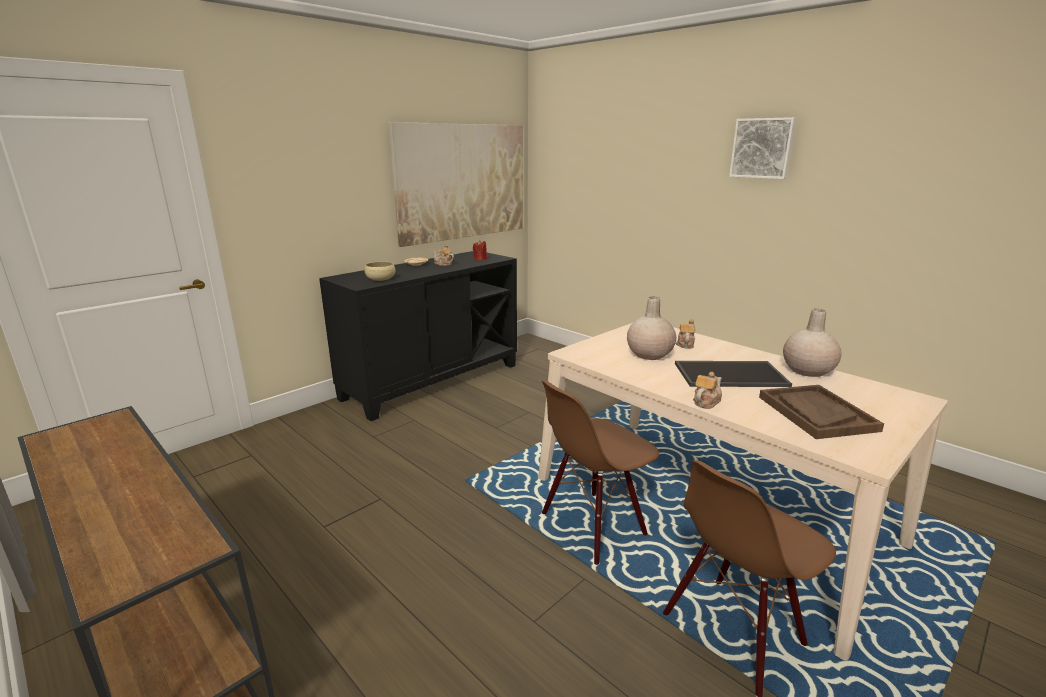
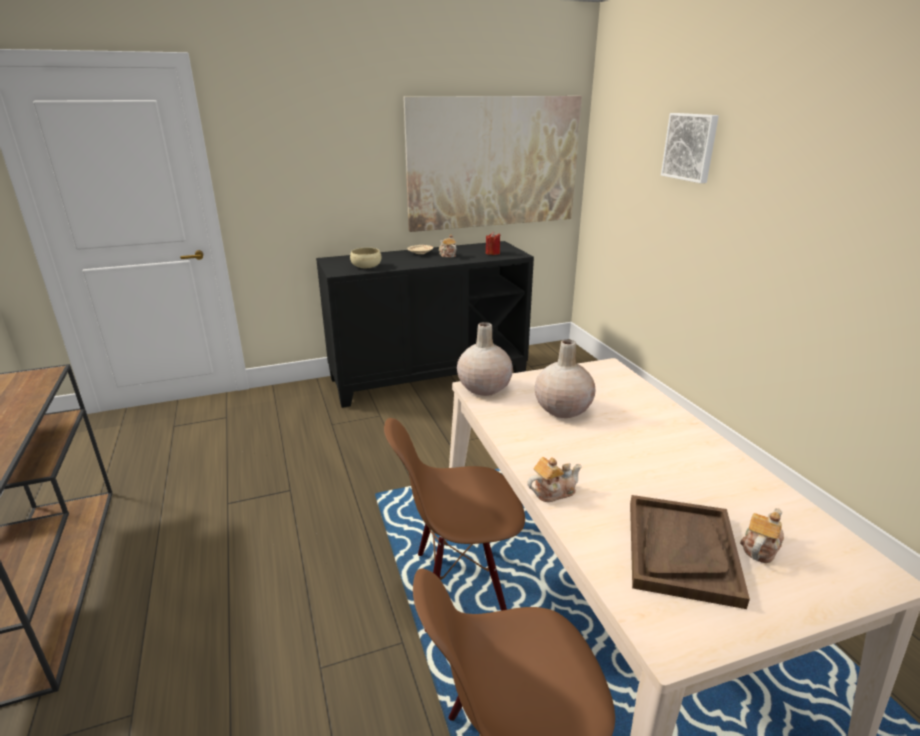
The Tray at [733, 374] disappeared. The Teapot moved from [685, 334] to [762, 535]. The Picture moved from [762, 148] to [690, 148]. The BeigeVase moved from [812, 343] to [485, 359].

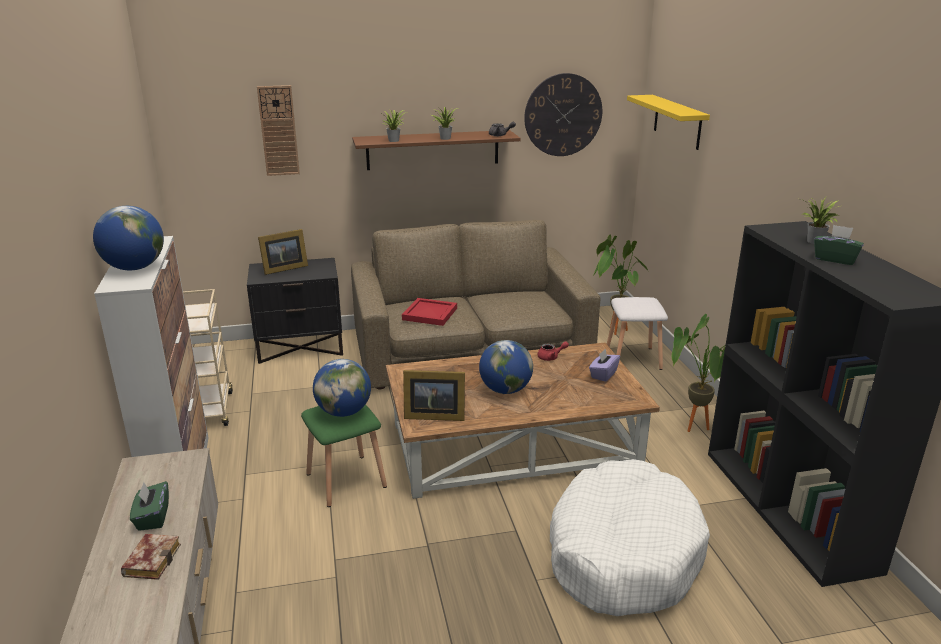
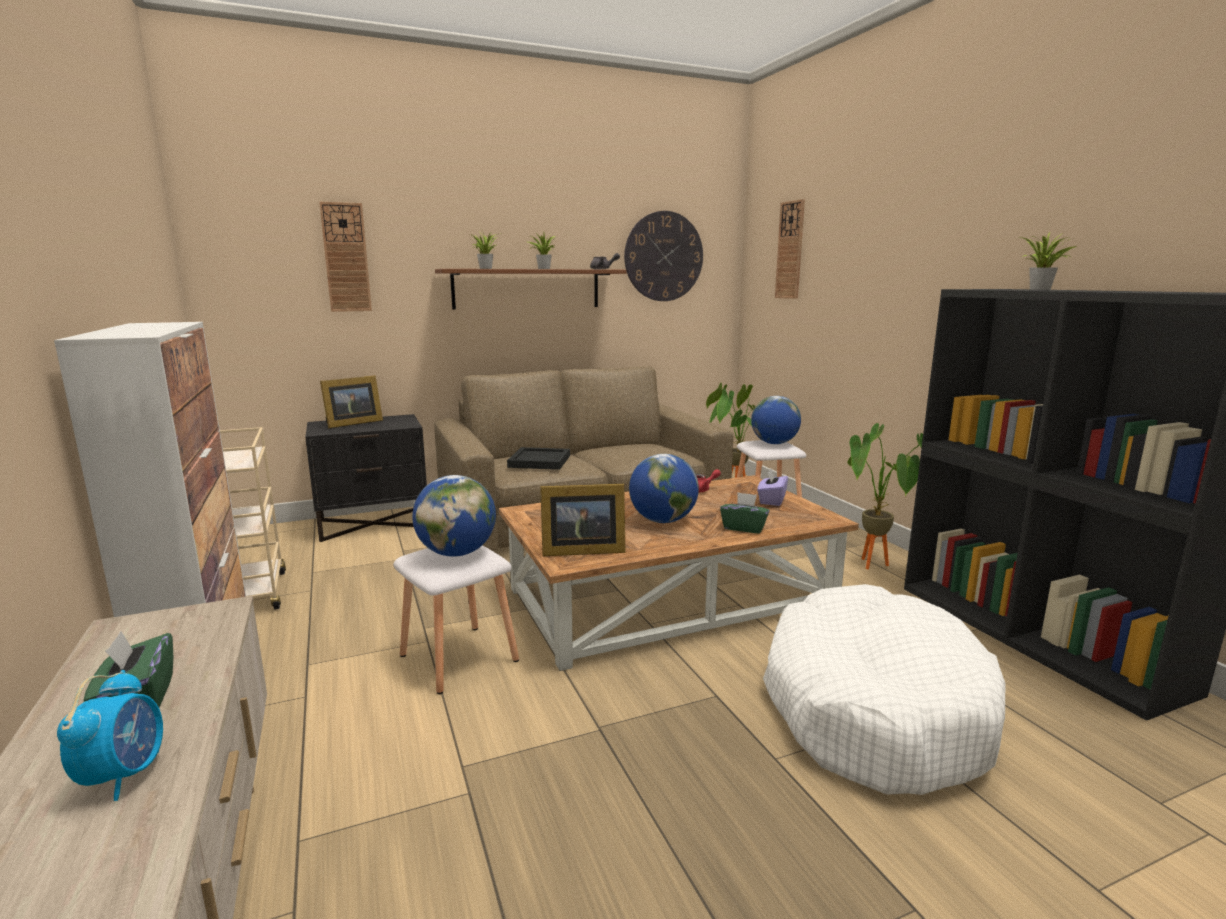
The Globe moved from [128, 238] to [776, 420]. The GreenTissueBox moved from [839, 245] to [745, 512]. The Book at [151, 557] was replaced by the AlarmClock at [110, 735]. The YellowShelf at [668, 122] was replaced by the WallClock at [790, 249]. The GreenStool at [344, 455] became the WhiteStool at [456, 619]. The RedTray at [429, 312] became the BlackTray at [538, 458].

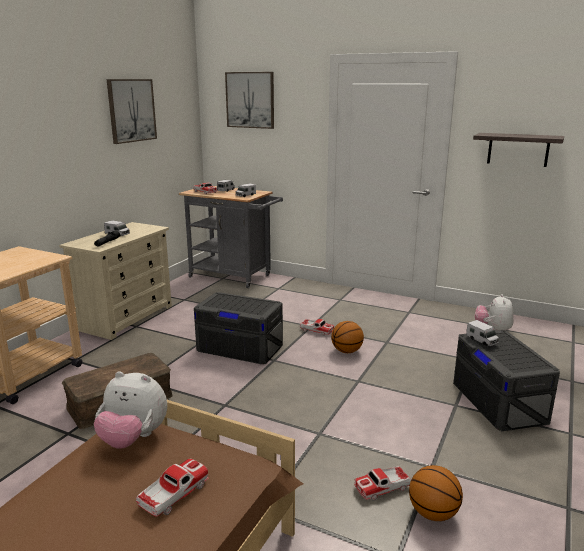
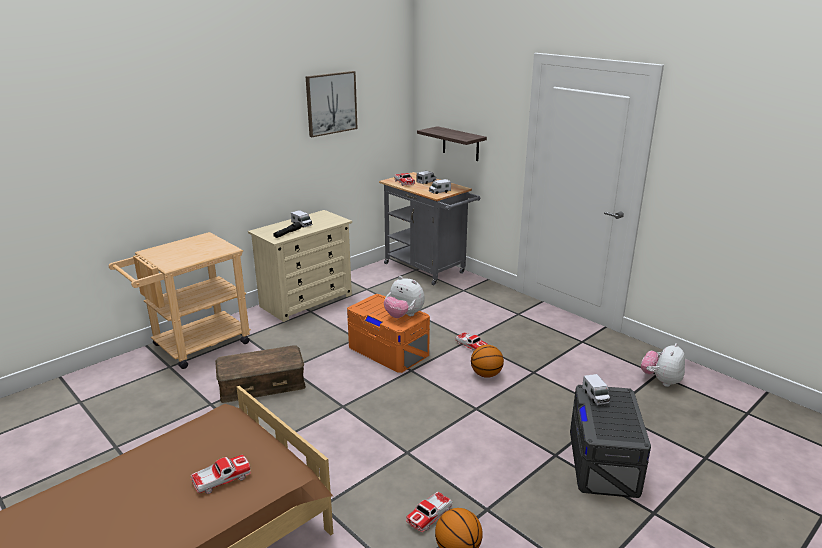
The Picture at [249, 100] disappeared. The PlushToy moved from [130, 410] to [404, 297]. The Shelf moved from [518, 150] to [452, 143]. The GreyStorageBox at [238, 328] became the OrangeStorageBox at [388, 333]. The ToyCar at [382, 483] turned 45 degrees counterclockwise.

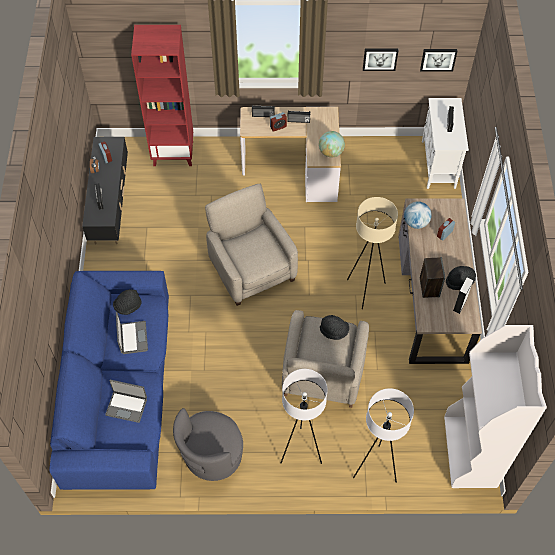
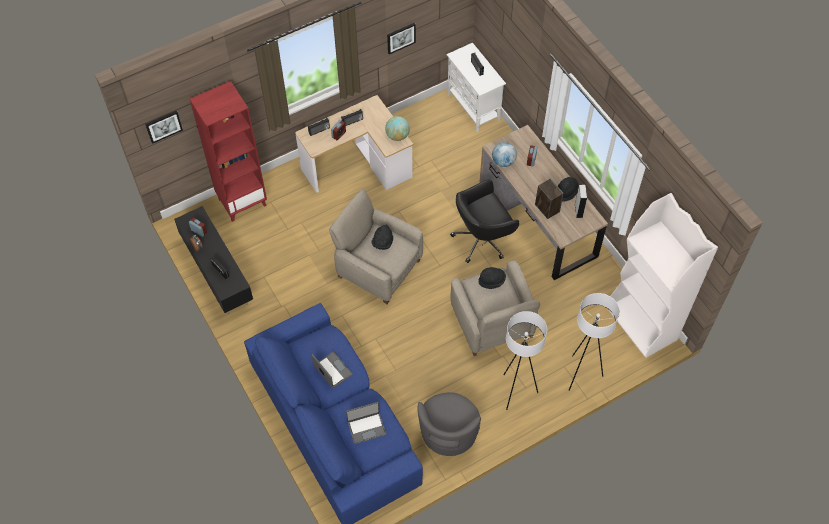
The BlackHat moved from [127, 302] to [382, 237]. The Picture moved from [439, 60] to [164, 127]. The BeigeFloorLamp at [372, 253] was replaced by the BlackOfficeChair at [484, 221].

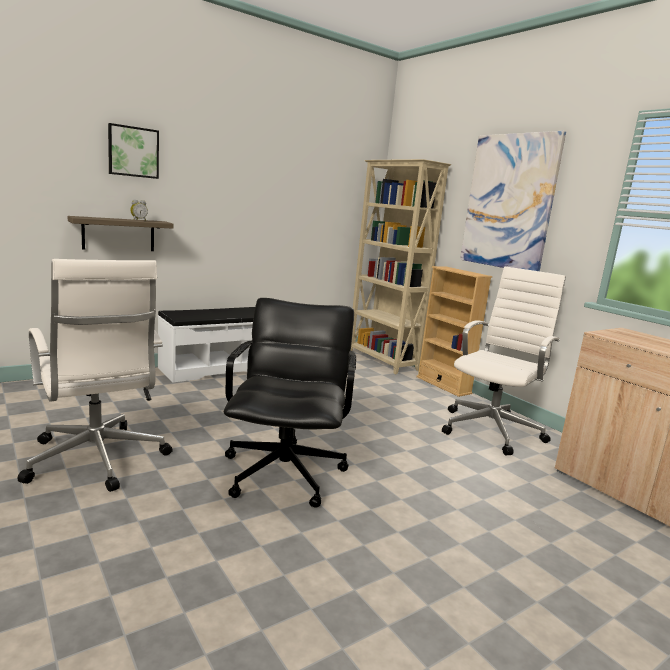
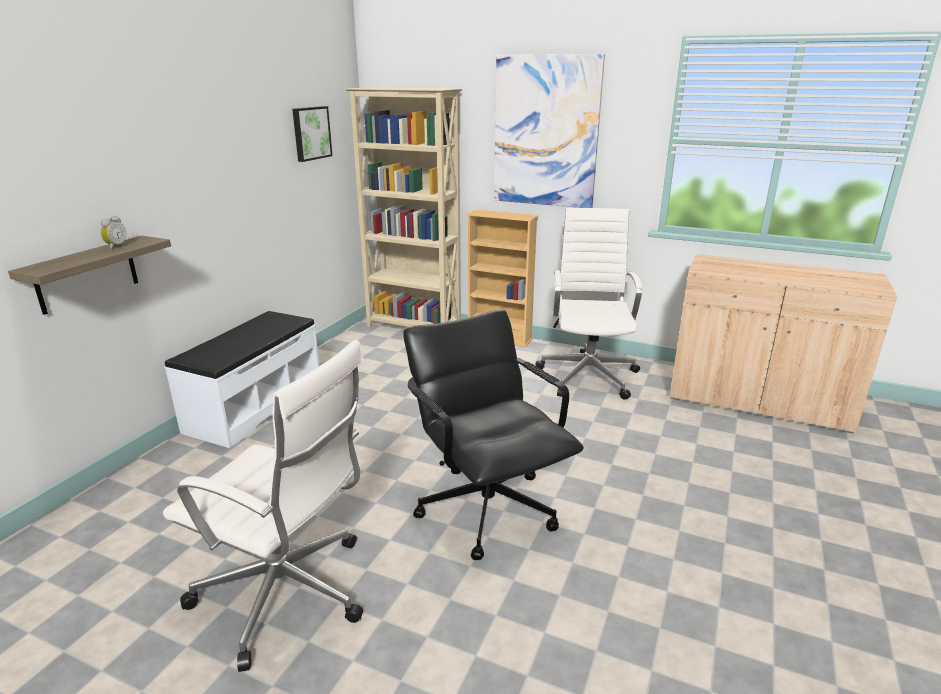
The Picture moved from [133, 151] to [312, 134].

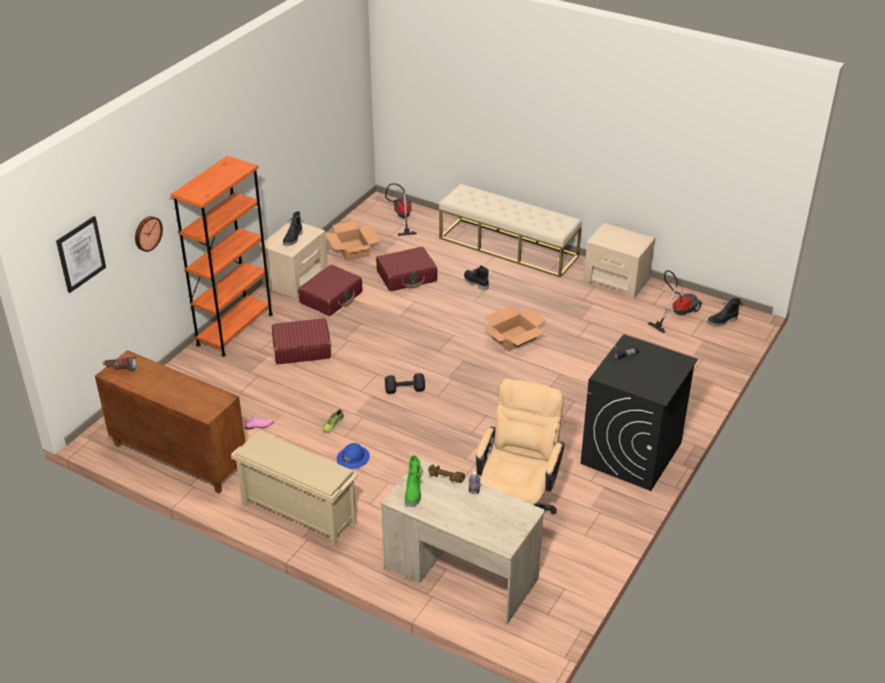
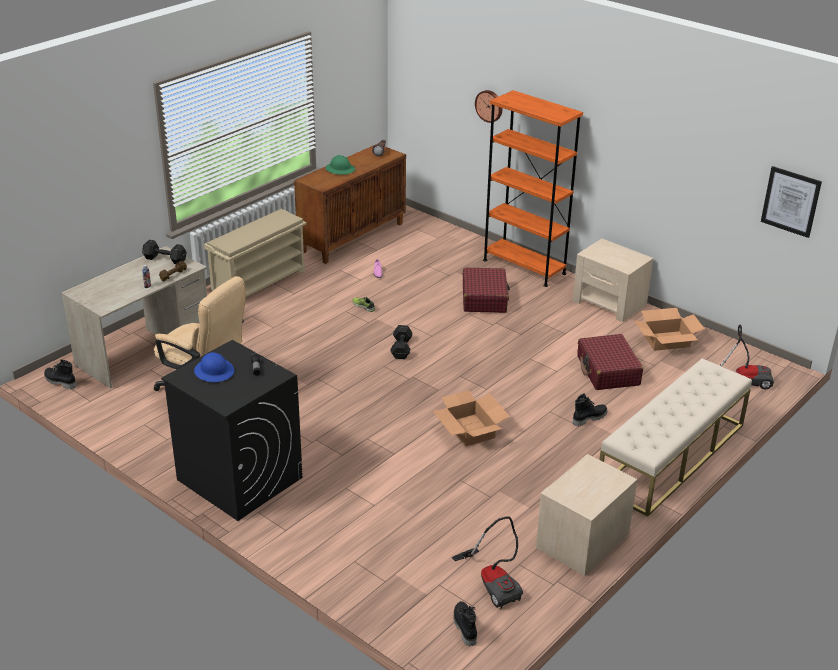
The RedSuitcase at [330, 290] disappeared. The GreenHardHat at [340, 165] appeared. The Picture moved from [81, 254] to [791, 202]. The BlackBoot moved from [293, 228] to [60, 374]. The BlueHardHat moved from [353, 456] to [214, 367]. The GreenBoot at [413, 481] was replaced by the BlackDumbbell at [164, 252].

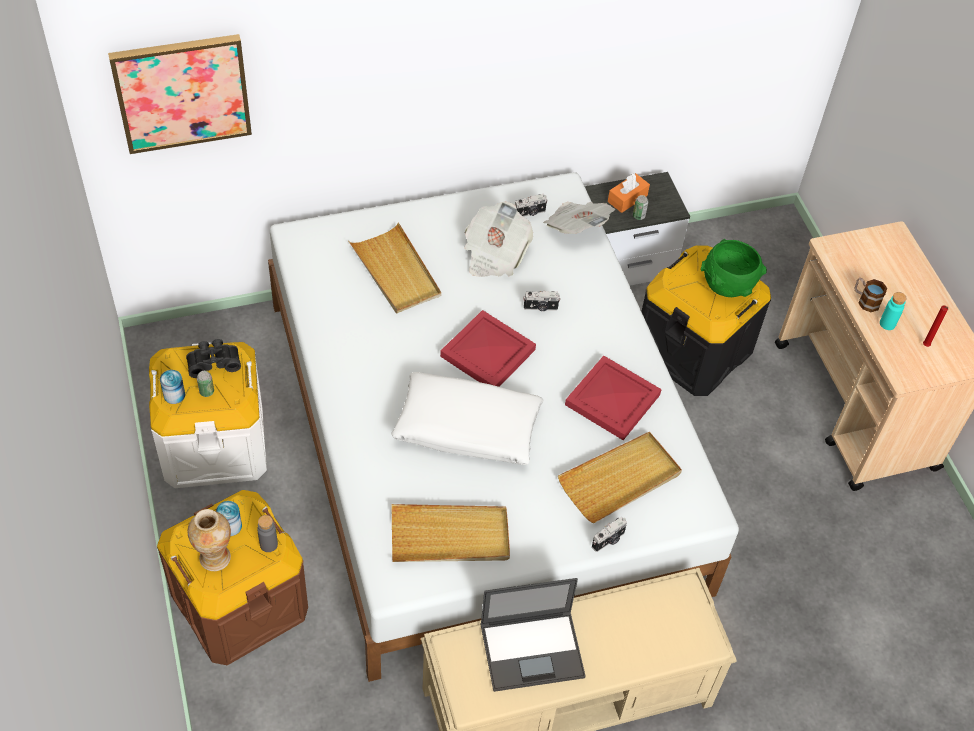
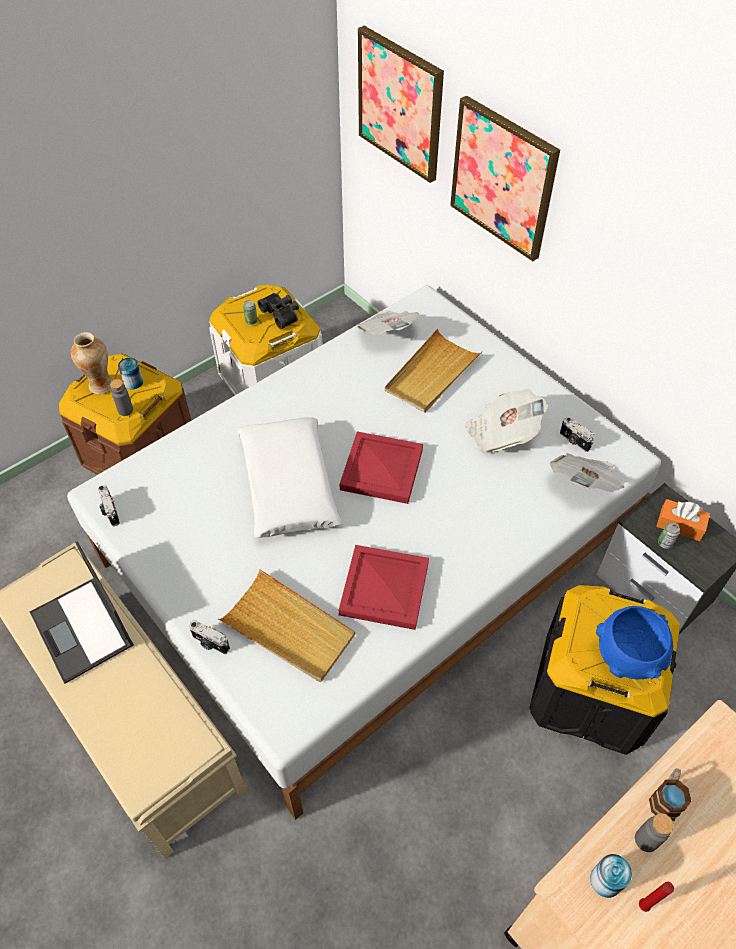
The BeigeTray at [451, 533] disappeared. The Newspaper at [389, 322] appeared. The Picture at [505, 178] appeared. The Can moved from [172, 387] to [611, 876]. The PhotoCamera moved from [542, 301] to [109, 505]. The GreenBowl at [734, 268] became the BlueBowl at [634, 642]. The TurquoiseBottle at [893, 311] became the GreyBottle at [654, 832].

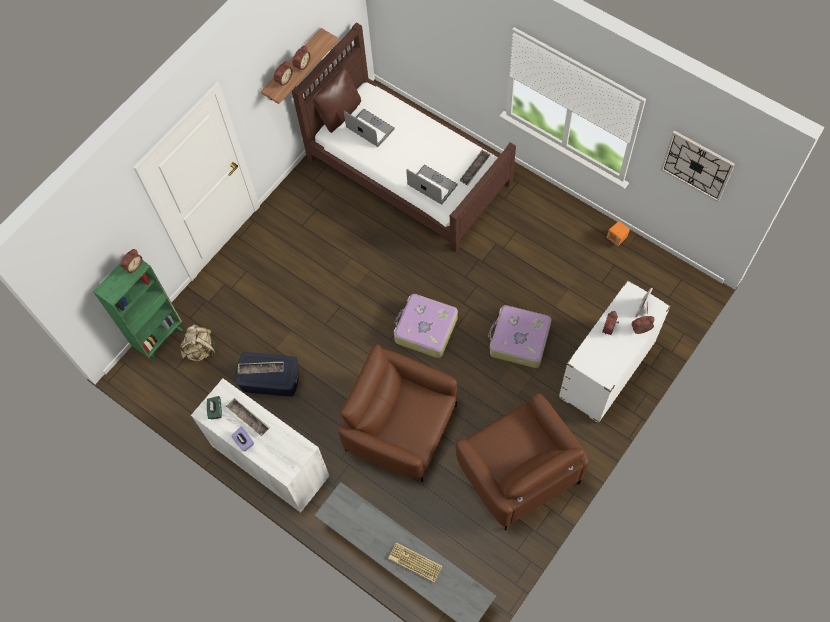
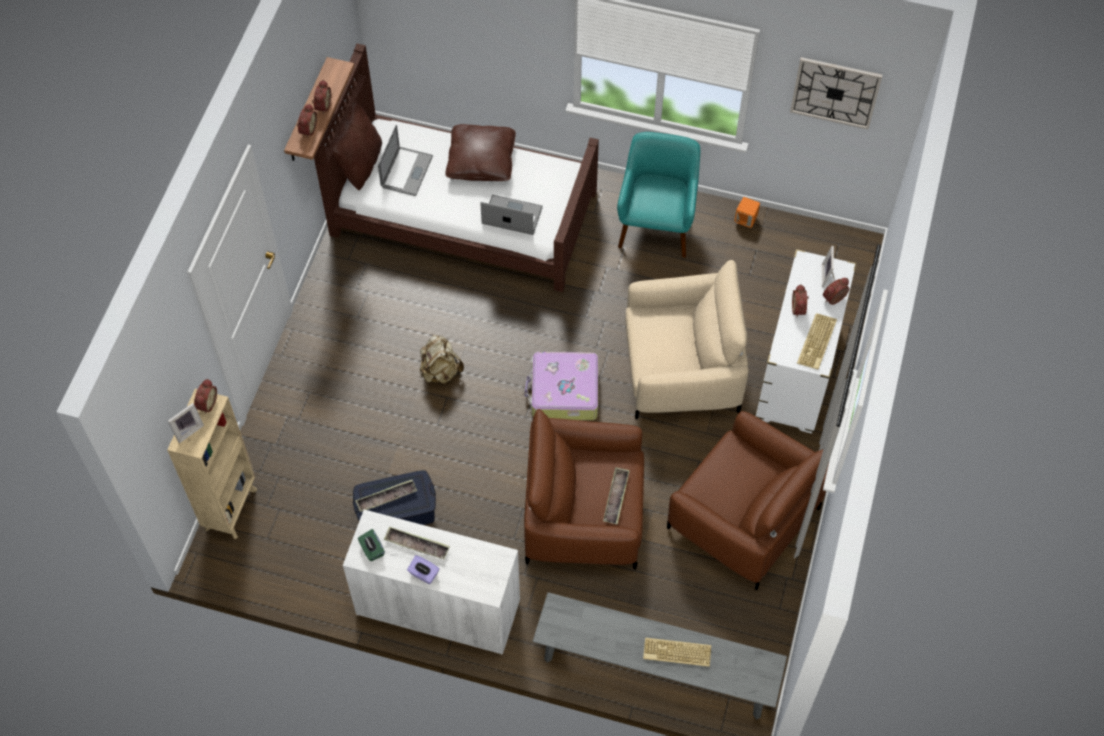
The PictureFrame at [186, 423] appeared. The BrownPillow at [480, 152] appeared. The TurquoiseArmchair at [658, 195] appeared. The Keyboard at [817, 341] appeared. The BeigeBackpack moved from [197, 343] to [442, 359]. The Tray moved from [475, 167] to [616, 496]. The Suitcase at [519, 336] was replaced by the BeigeArmchair at [687, 340]. The GreenBookcase at [138, 311] became the BeigeBookcase at [212, 463]. The Laptop at [369, 128] turned 90 degrees clockwise.

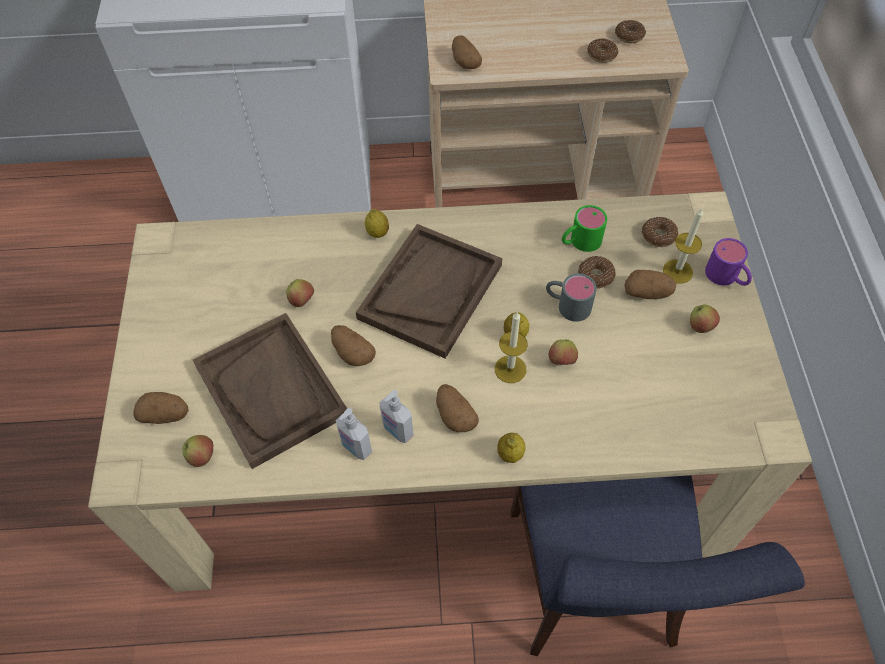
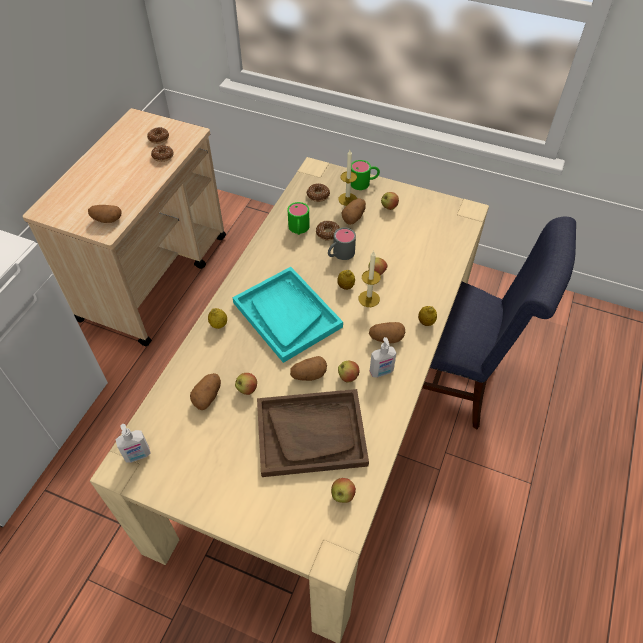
The Apple at [348, 372] appeared. The Potato moved from [161, 408] to [205, 391]. The SoapDispenser moved from [354, 434] to [133, 443]. The BrownTray at [429, 291] became the TurquoiseTray at [287, 315]. The PurpleMug at [728, 262] became the GreenMug at [365, 175].

